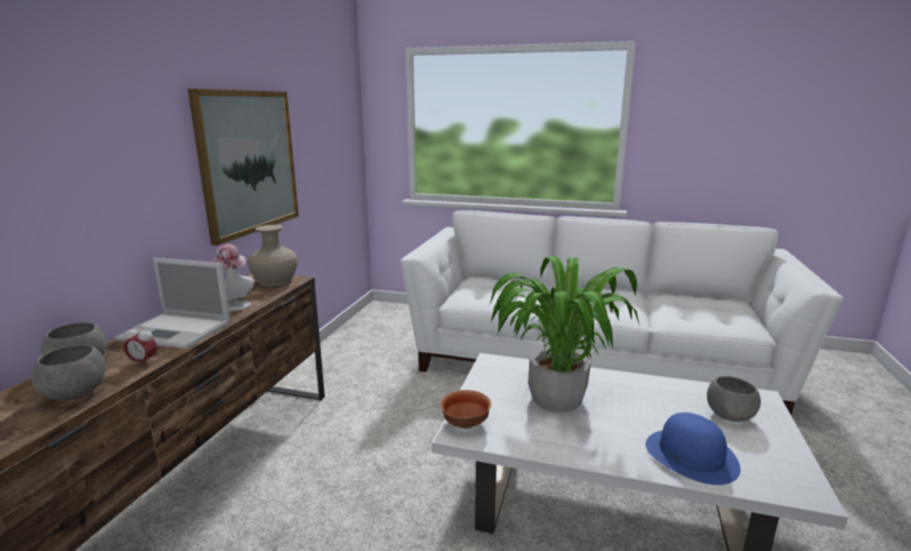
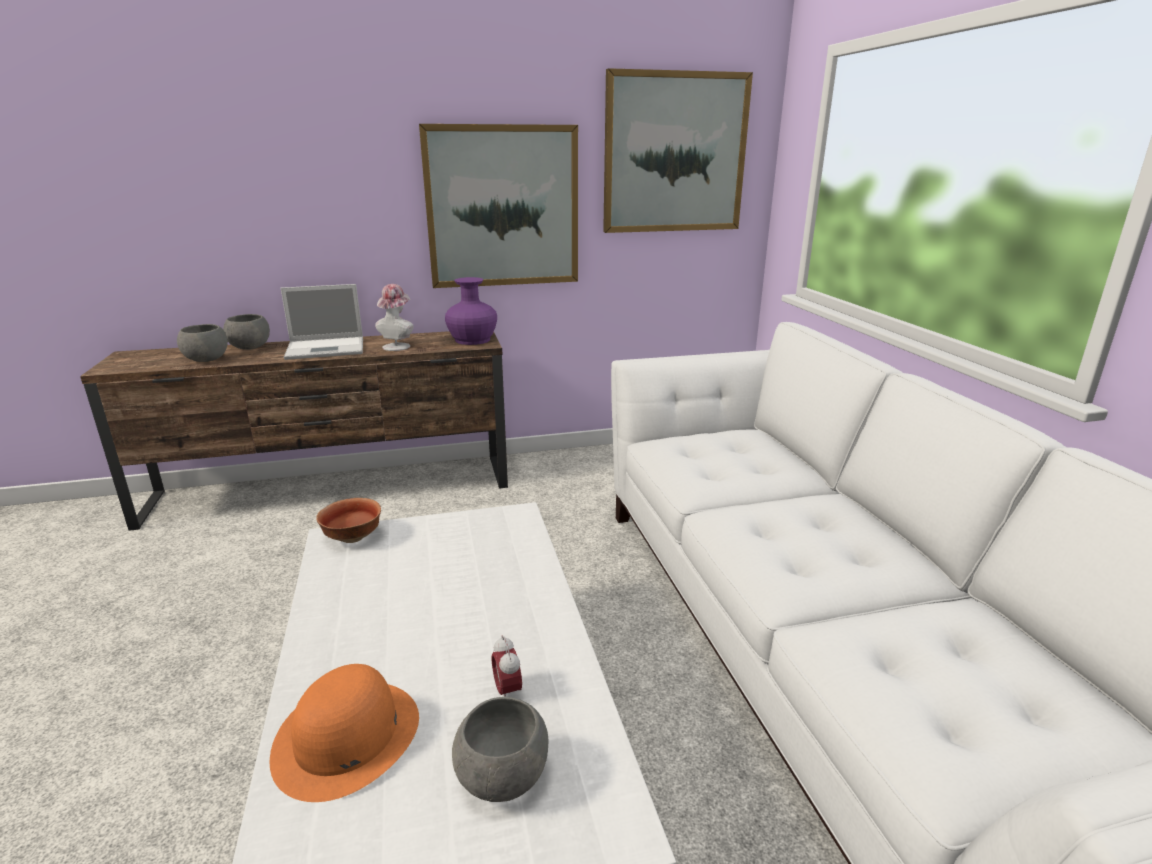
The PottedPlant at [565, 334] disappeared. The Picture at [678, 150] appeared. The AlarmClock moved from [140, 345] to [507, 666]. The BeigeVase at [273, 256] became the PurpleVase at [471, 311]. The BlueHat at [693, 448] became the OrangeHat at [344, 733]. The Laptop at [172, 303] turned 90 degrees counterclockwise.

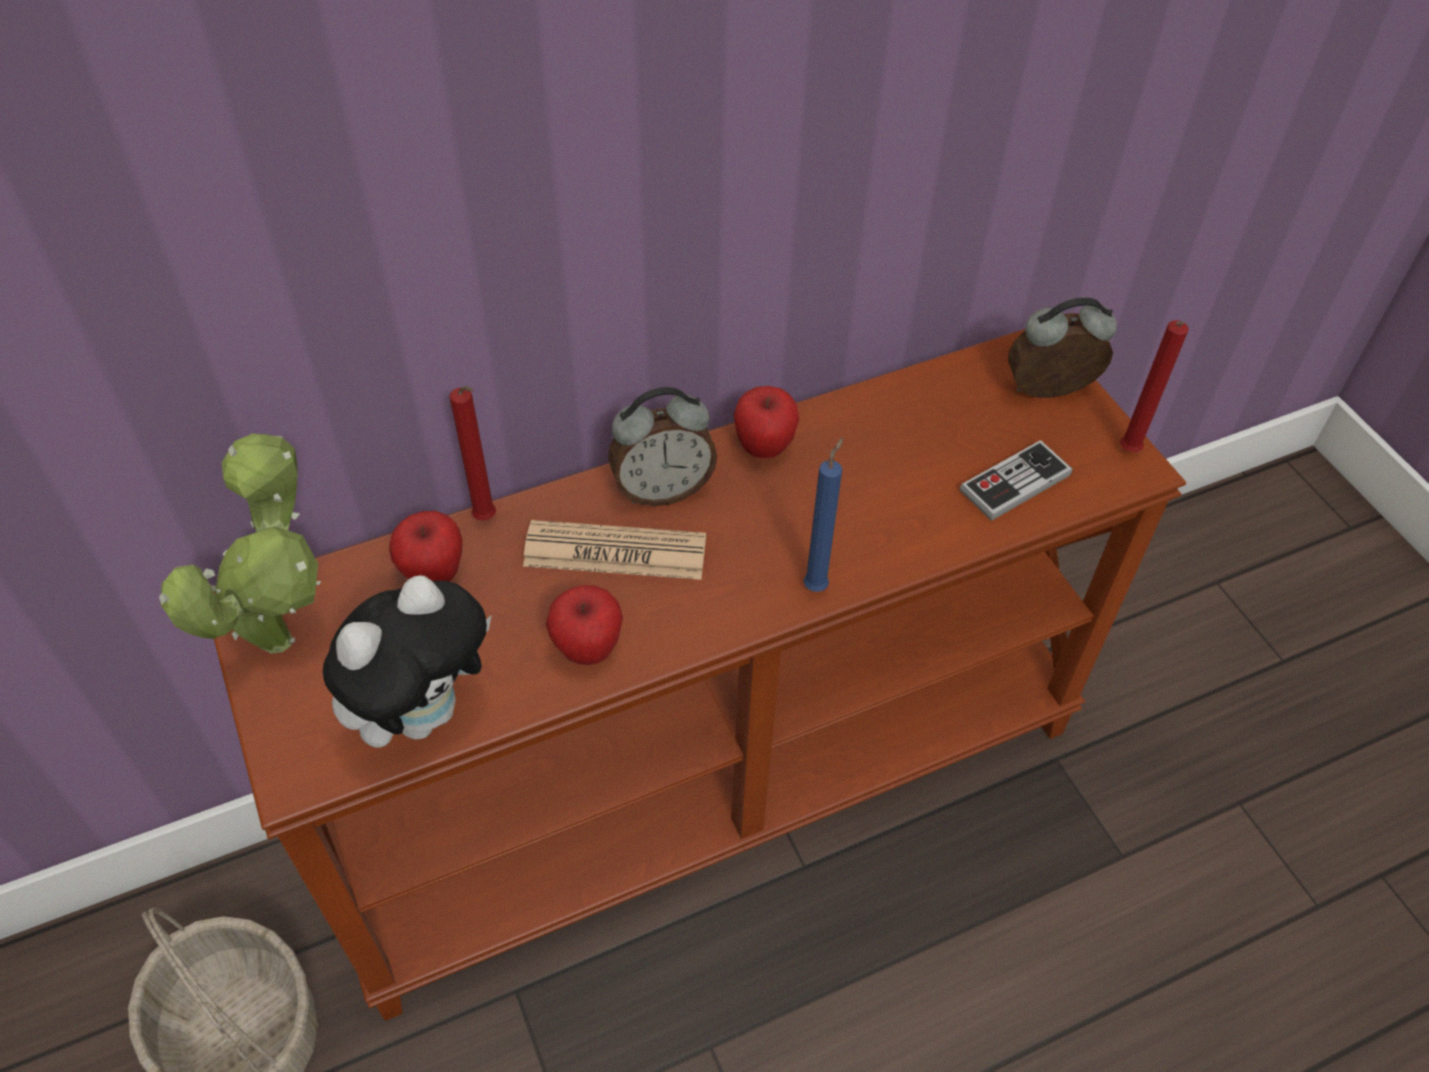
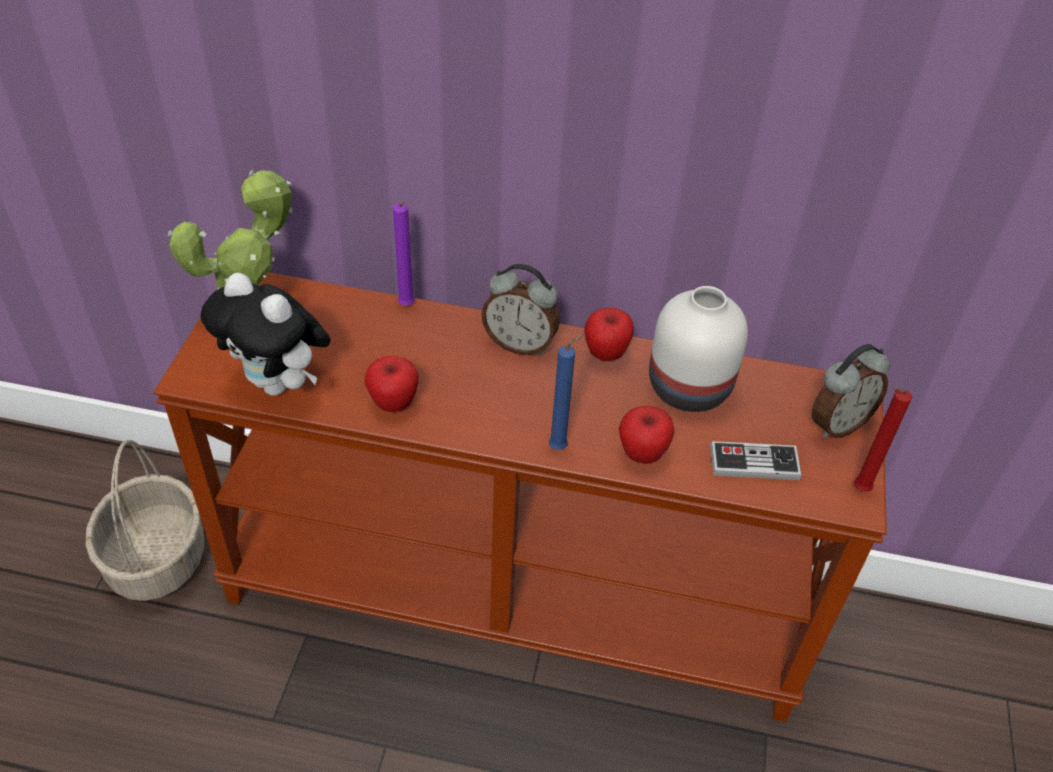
The Newspaper at [614, 550] disappeared. The WhiteVase at [698, 349] appeared. The Apple moved from [426, 546] to [646, 435]. The RedCandle at [473, 453] became the PurpleCandle at [404, 254]. The PlushToy at [407, 662] turned 45 degrees clockwise. The AlarmClock at [1062, 347] turned 120 degrees clockwise.

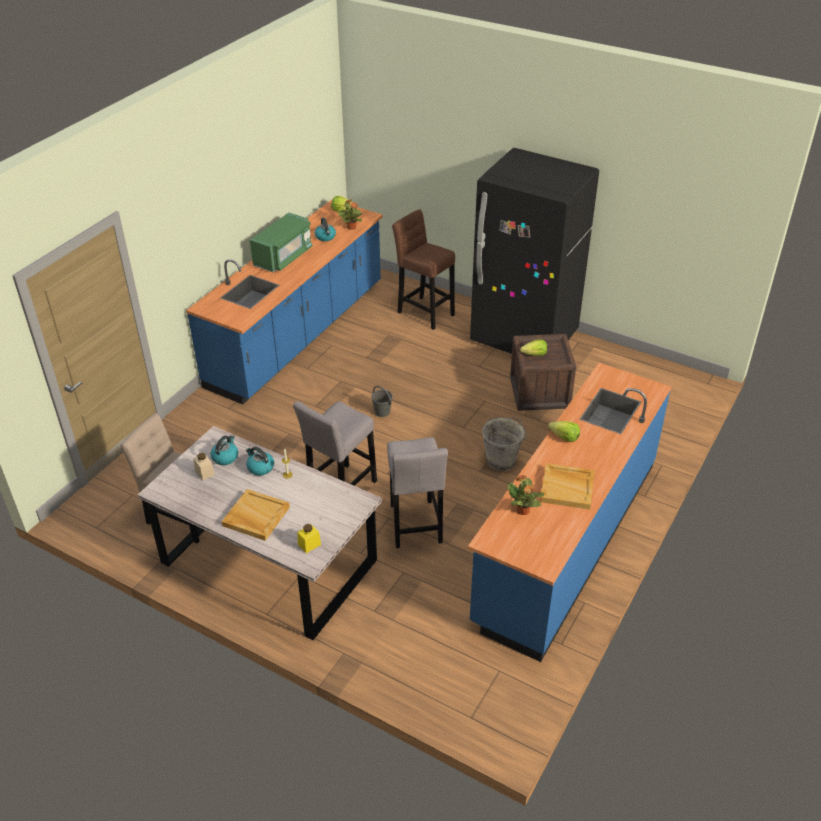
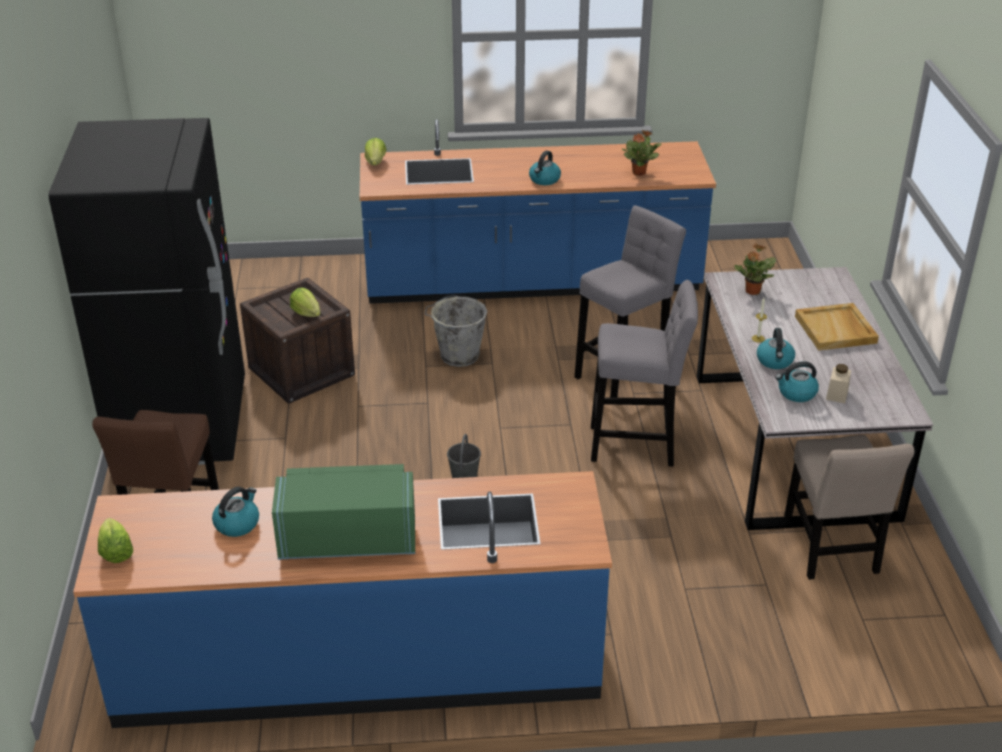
The YellowJar at [309, 538] disappeared. The BeigeTray at [567, 486] disappeared. The Kettle at [545, 168] appeared. The PottedPlant moved from [350, 214] to [755, 269]. The Lettuce moved from [564, 431] to [375, 152].

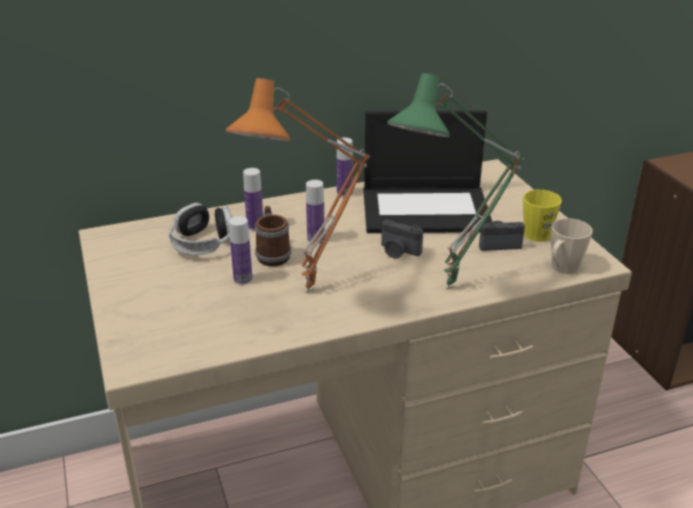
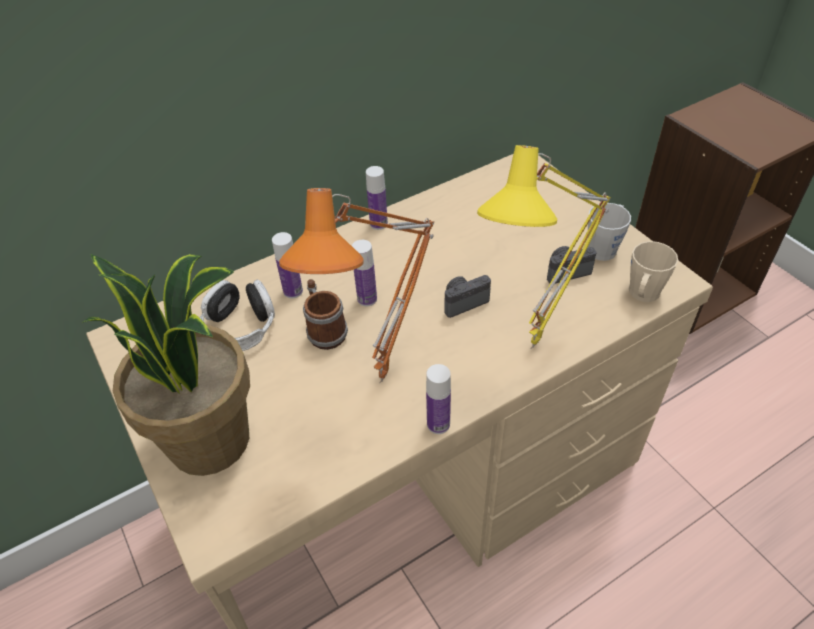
The Laptop at [428, 171] disappeared. The PottedPlant at [166, 365] appeared. The Bottle moved from [241, 250] to [438, 399]. The GreenTableLamp at [455, 181] became the YellowTableLamp at [544, 247]. The YellowMug at [542, 216] became the GreyMug at [609, 232]. The PhotoCamera at [402, 239] turned 135 degrees clockwise.

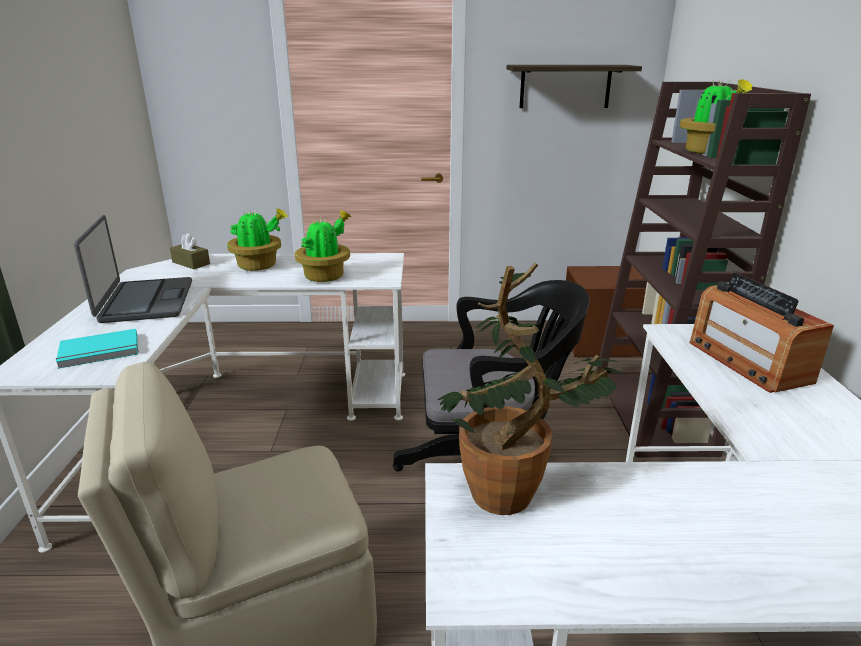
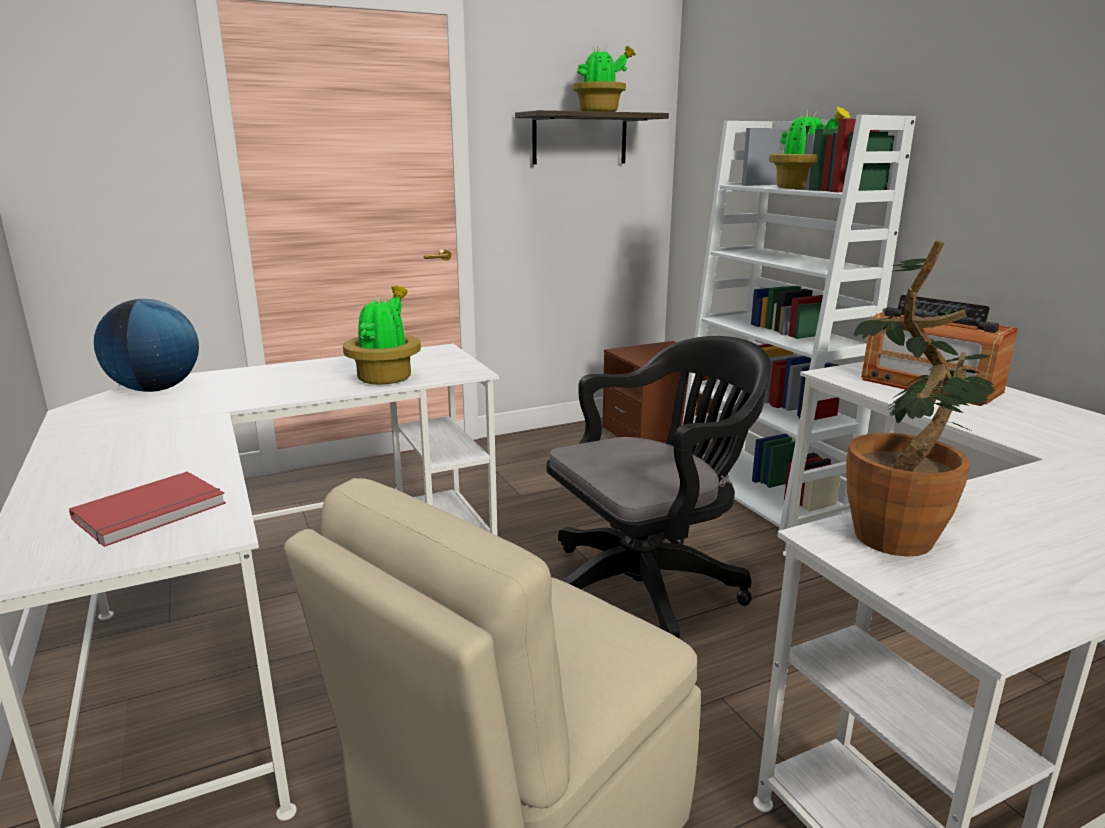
The Laptop at [133, 269] disappeared. The PottedPlant moved from [257, 239] to [603, 79]. The BrownTissueBox at [190, 251] was replaced by the Globe at [146, 345]. The TurquoiseBook at [97, 349] became the RedBook at [147, 509]. The BrownBookcase at [703, 270] became the WhiteBookcase at [799, 323].

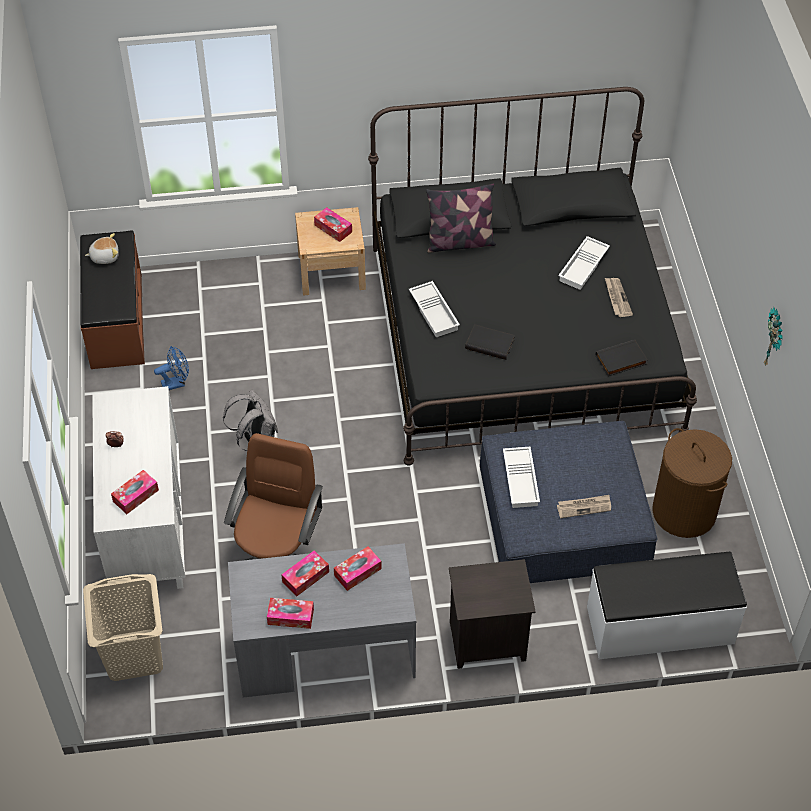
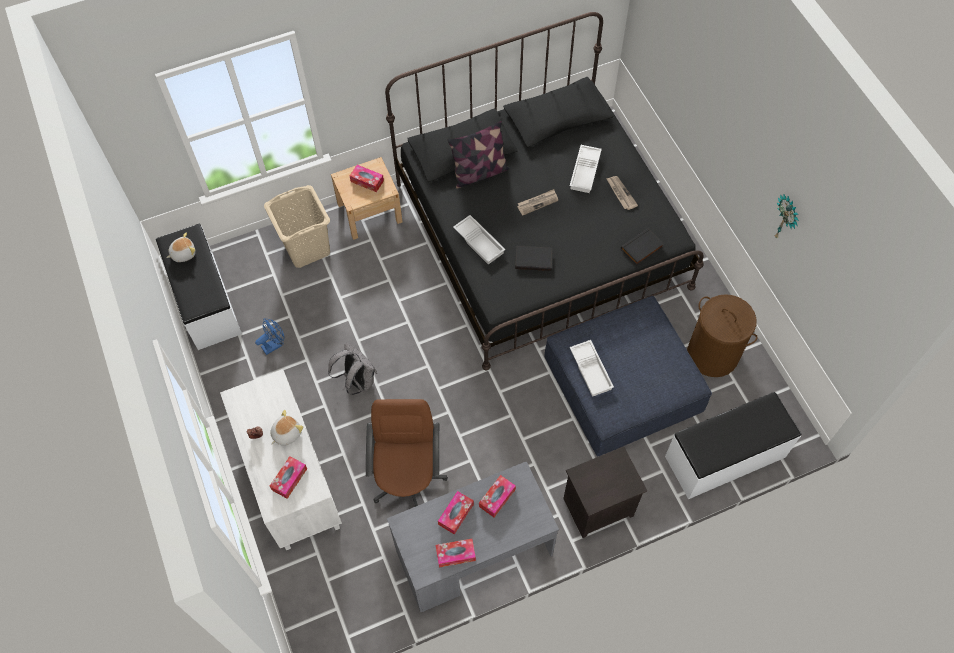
The PlushToy at [286, 428] appeared. The BeigeLaundryBasket moved from [123, 627] to [297, 226]. The Newspaper moved from [584, 506] to [537, 202]. The BrownBench at [112, 299] became the WhiteBench at [199, 287].

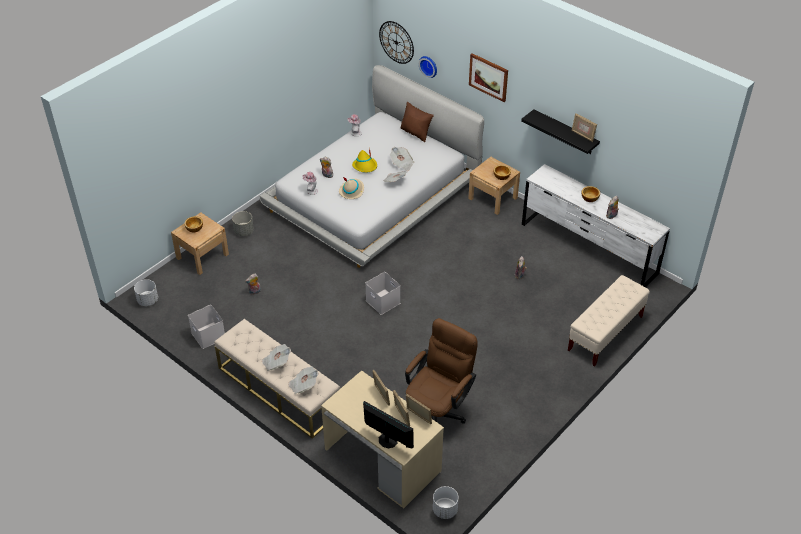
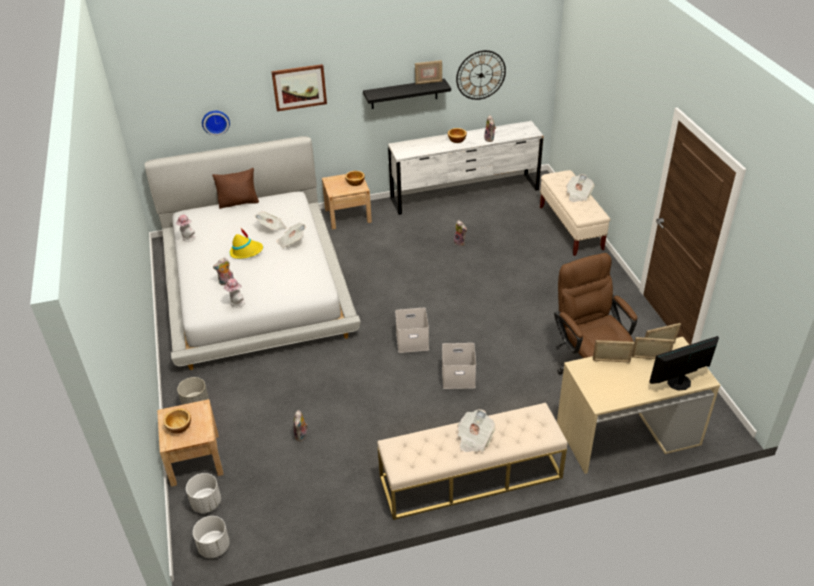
The BeigeHat at [351, 188] disappeared. The WhiteStorageBox moved from [206, 327] to [459, 366]. The Newspaper moved from [303, 380] to [580, 188]. The WallClock moved from [396, 42] to [481, 75]. The WhitePlanter moved from [446, 502] to [203, 493].

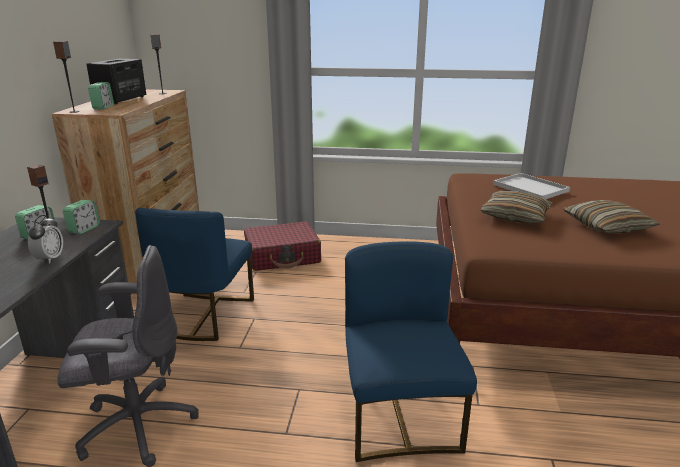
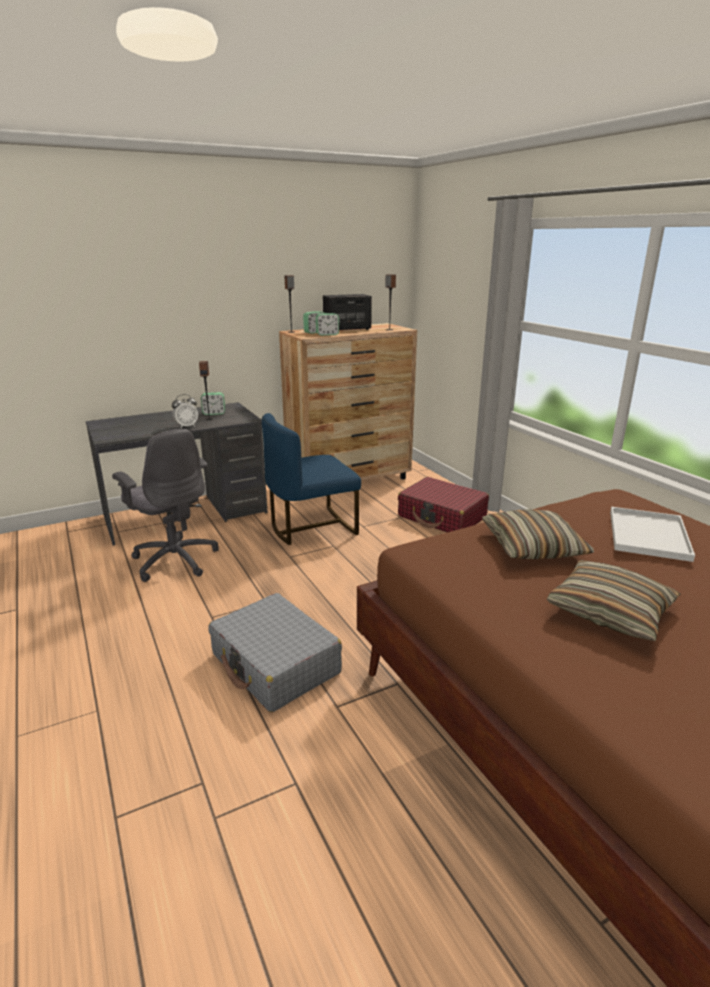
The AlarmClock moved from [81, 217] to [327, 324]. The BlueChair at [411, 351] was replaced by the GreySuitcase at [275, 652].

